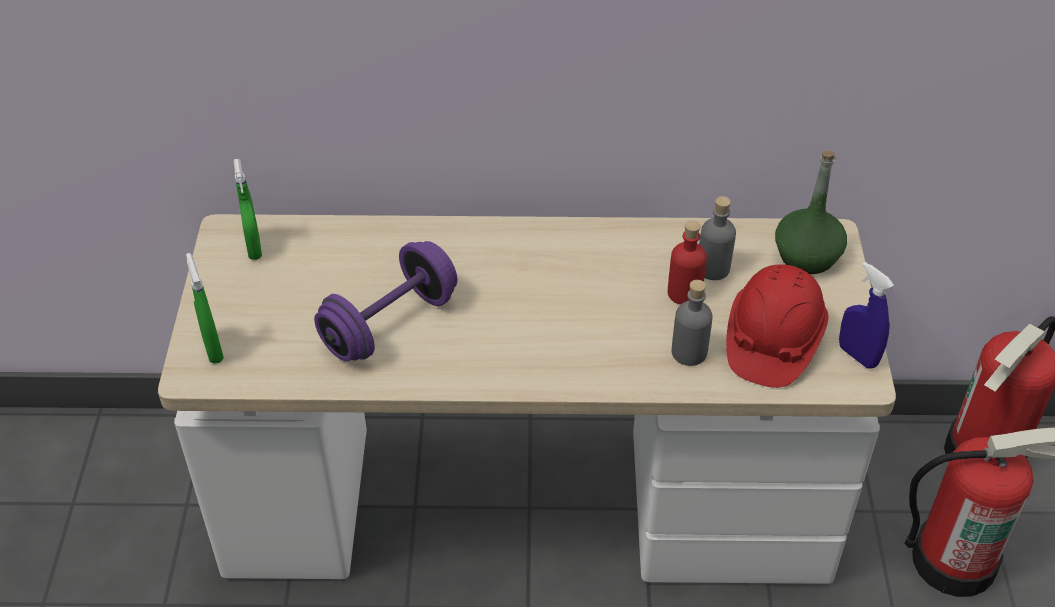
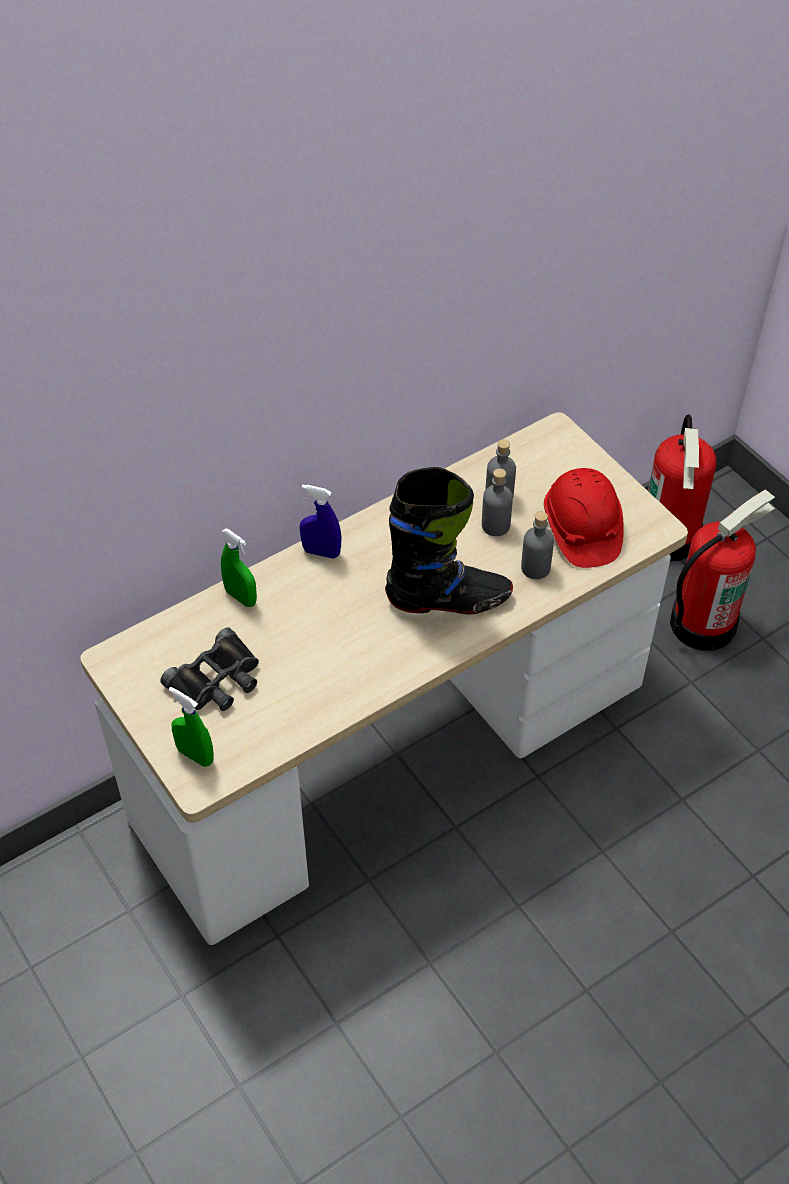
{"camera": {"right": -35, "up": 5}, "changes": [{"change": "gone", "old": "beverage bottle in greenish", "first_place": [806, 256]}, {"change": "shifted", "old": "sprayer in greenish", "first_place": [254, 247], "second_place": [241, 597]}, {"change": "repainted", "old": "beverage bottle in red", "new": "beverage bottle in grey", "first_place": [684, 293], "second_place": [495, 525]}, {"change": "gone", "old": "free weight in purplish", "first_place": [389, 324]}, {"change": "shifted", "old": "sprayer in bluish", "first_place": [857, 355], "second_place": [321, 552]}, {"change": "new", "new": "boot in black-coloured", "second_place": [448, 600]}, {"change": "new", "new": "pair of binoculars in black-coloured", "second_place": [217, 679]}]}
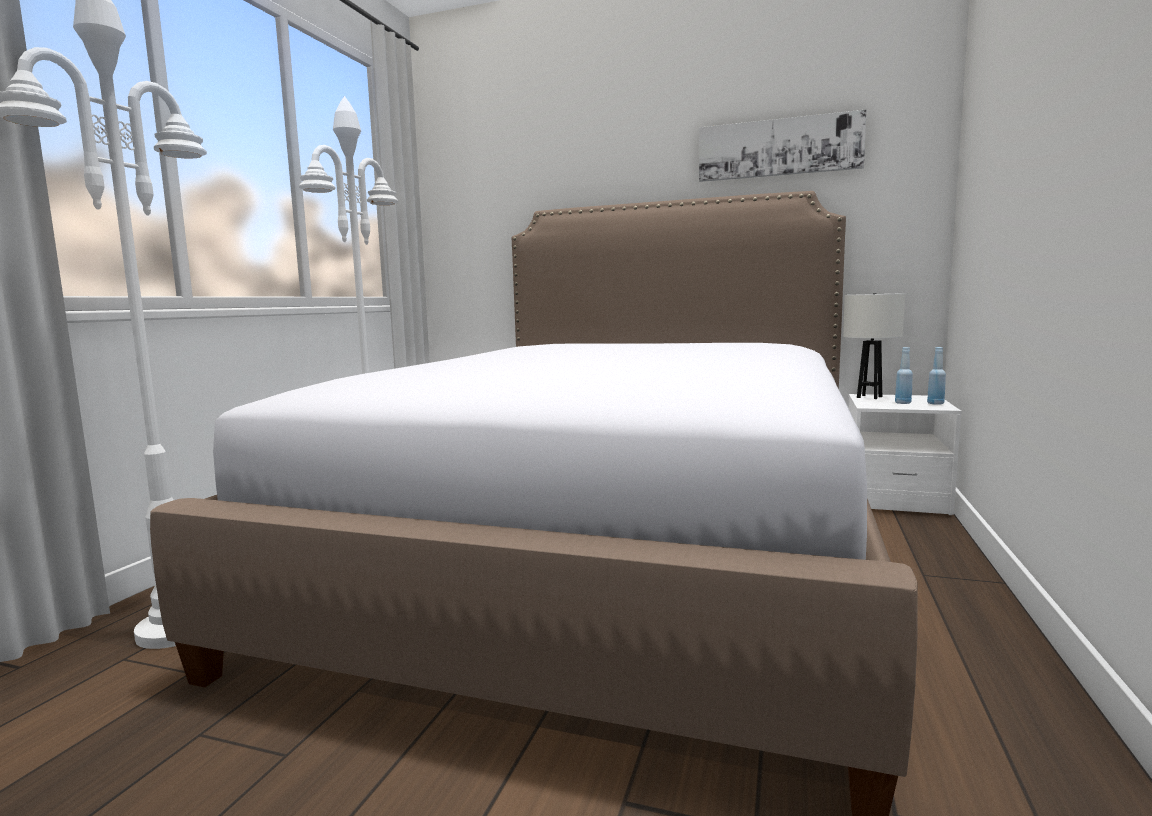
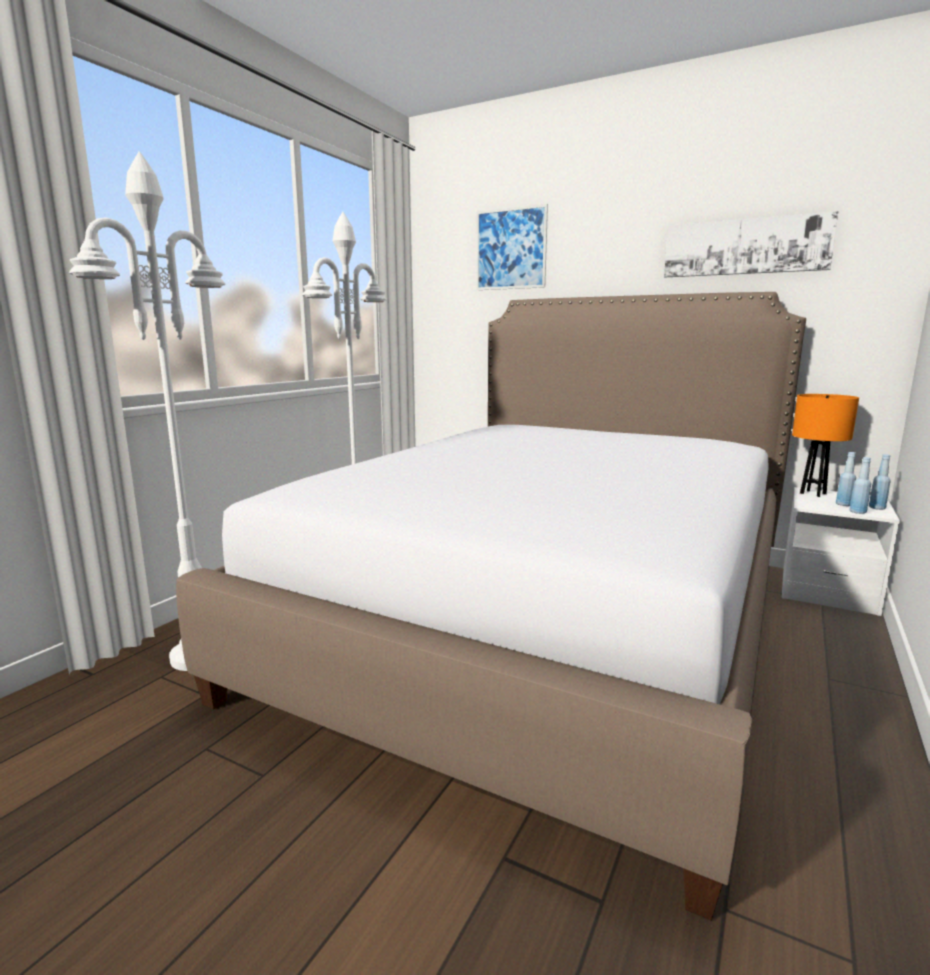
{"camera": {"right": 10, "up": 5}, "changes": [{"change": "repainted", "old": "table lamp in white", "new": "table lamp in orange", "first_place": [869, 397], "second_place": [813, 493]}, {"change": "new", "new": "picture", "second_place": [510, 249]}, {"change": "new", "new": "beverage bottle in bluish", "second_place": [857, 512]}]}
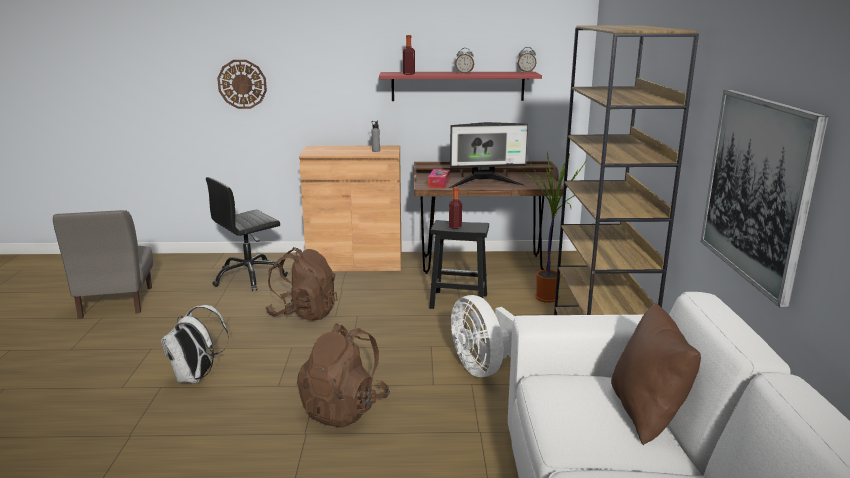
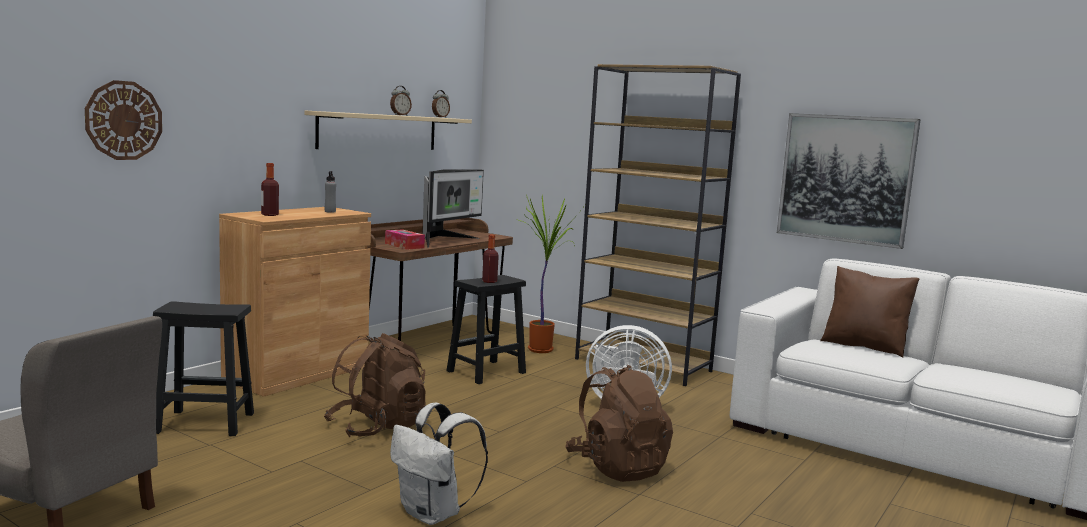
{"camera": {"right": -55, "up": -10}, "changes": [{"change": "shifted", "old": "beverage bottle", "first_place": [409, 74], "second_place": [270, 215]}, {"change": "repainted", "old": "wall shelf in red", "new": "wall shelf in beige", "first_place": [458, 86], "second_place": [379, 131]}, {"change": "swapped", "old": "desk chair in black-coloured", "new": "sitting stool in black-coloured", "first_place": [249, 277], "second_place": [203, 423]}]}
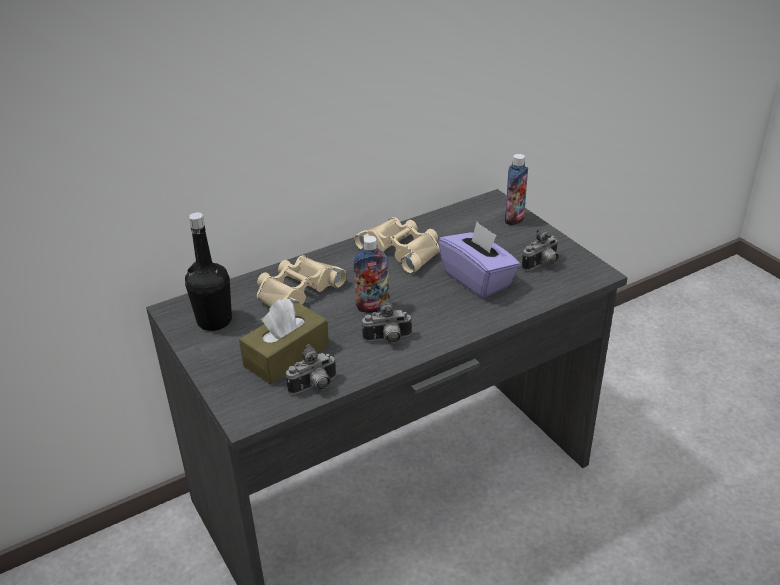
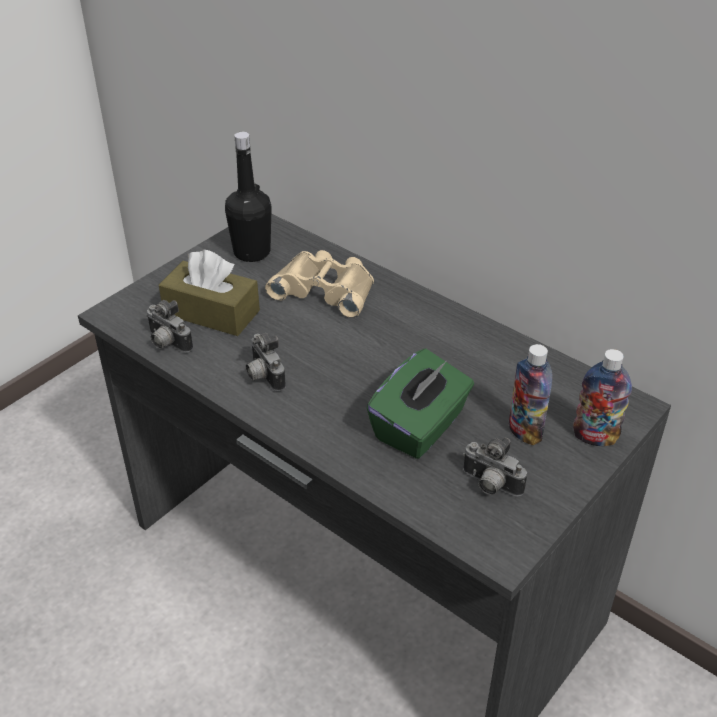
{"camera": {"right": 70, "up": 5}, "changes": [{"change": "gone", "old": "pair of binoculars in beige", "first_place": [402, 250]}, {"change": "repainted", "old": "tissue holder in purplish", "new": "tissue holder in greenish", "first_place": [478, 279], "second_place": [420, 427]}, {"change": "shifted", "old": "beverage bottle", "first_place": [372, 307], "second_place": [524, 431]}]}
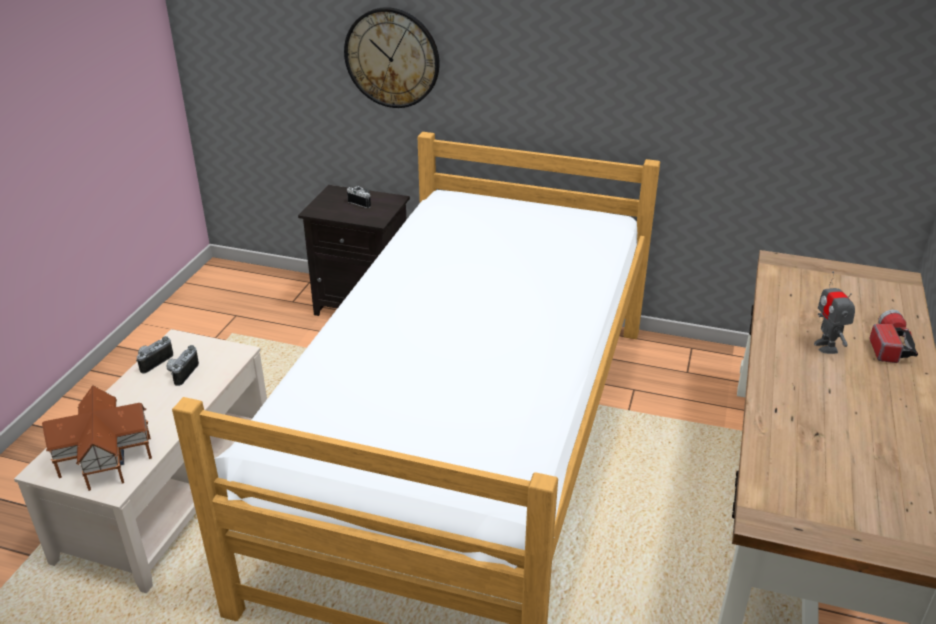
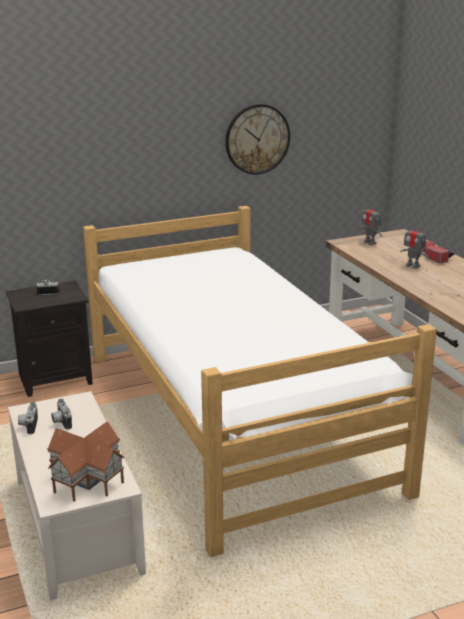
{"camera": {"right": -40, "up": -10}, "changes": [{"change": "shifted", "old": "hanging clock", "first_place": [392, 58], "second_place": [257, 139]}, {"change": "new", "new": "toy robot", "second_place": [370, 242]}]}
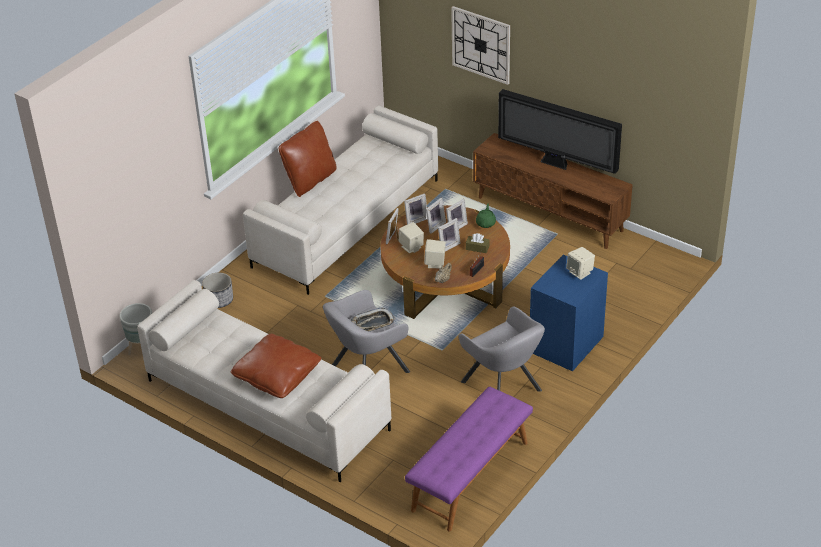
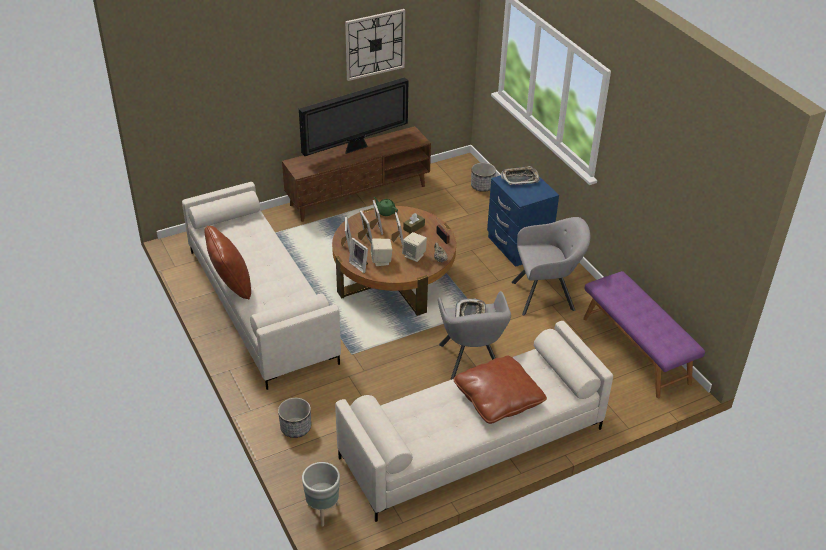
{"camera": {"right": -65, "up": 0}, "changes": [{"change": "shifted", "old": "hanging clock", "first_place": [481, 44], "second_place": [375, 44]}, {"change": "swapped", "old": "loudspeaker in beige", "new": "serving tray", "first_place": [580, 272], "second_place": [520, 178]}, {"change": "new", "new": "plant pot", "second_place": [482, 186]}]}
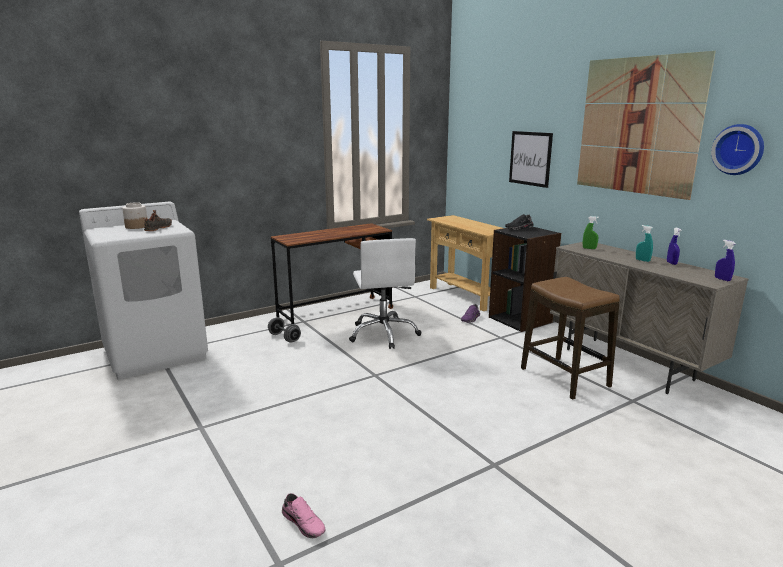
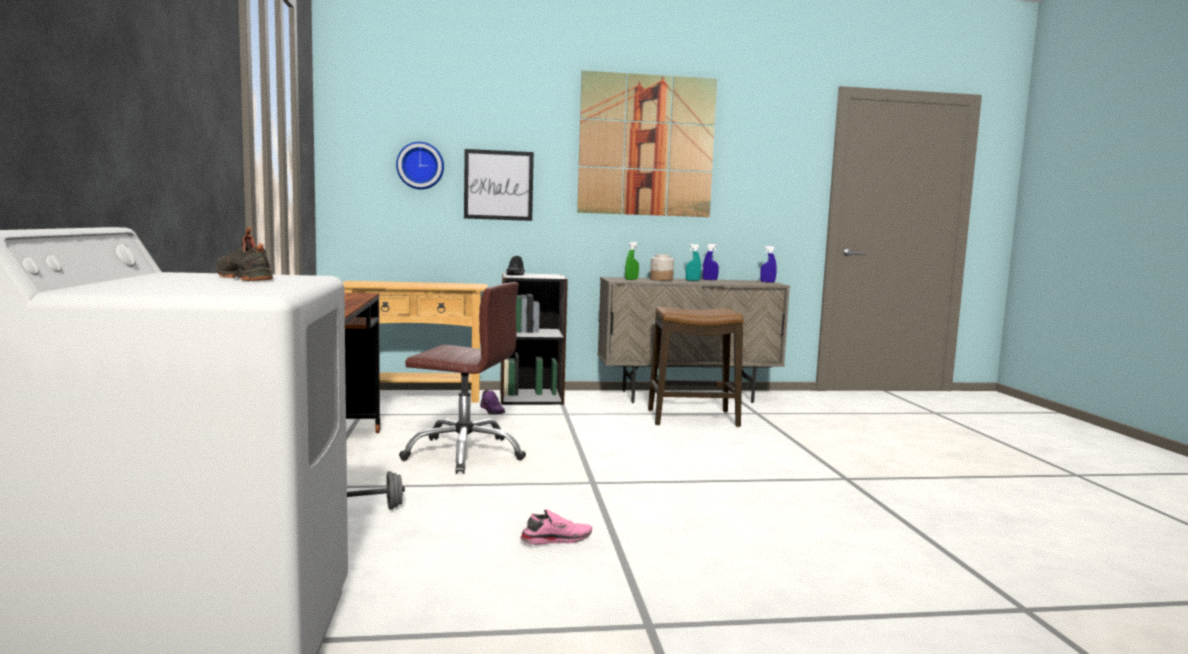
{"camera": {"right": -65, "up": -10}, "changes": [{"change": "shifted", "old": "hanging clock", "first_place": [739, 149], "second_place": [420, 165]}, {"change": "shifted", "old": "preserve jar", "first_place": [136, 226], "second_place": [661, 280]}, {"change": "repainted", "old": "desk chair in white", "new": "desk chair in brown-coloured", "first_place": [384, 334], "second_place": [464, 453]}, {"change": "shifted", "old": "low shoe in pink", "first_place": [304, 523], "second_place": [556, 539]}]}
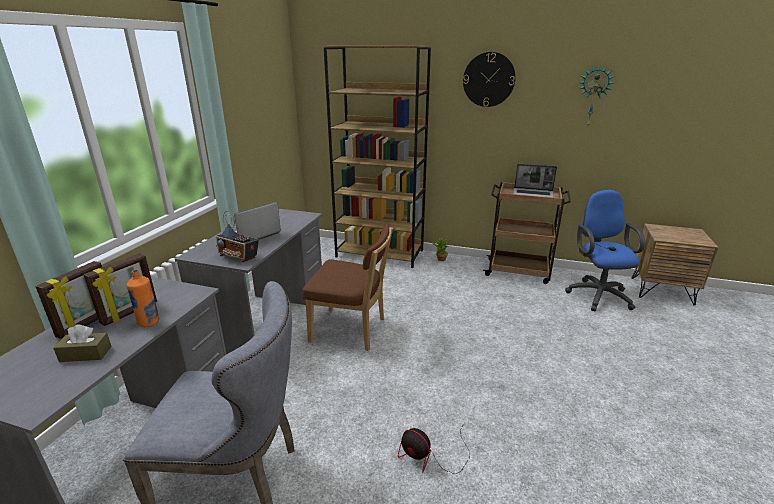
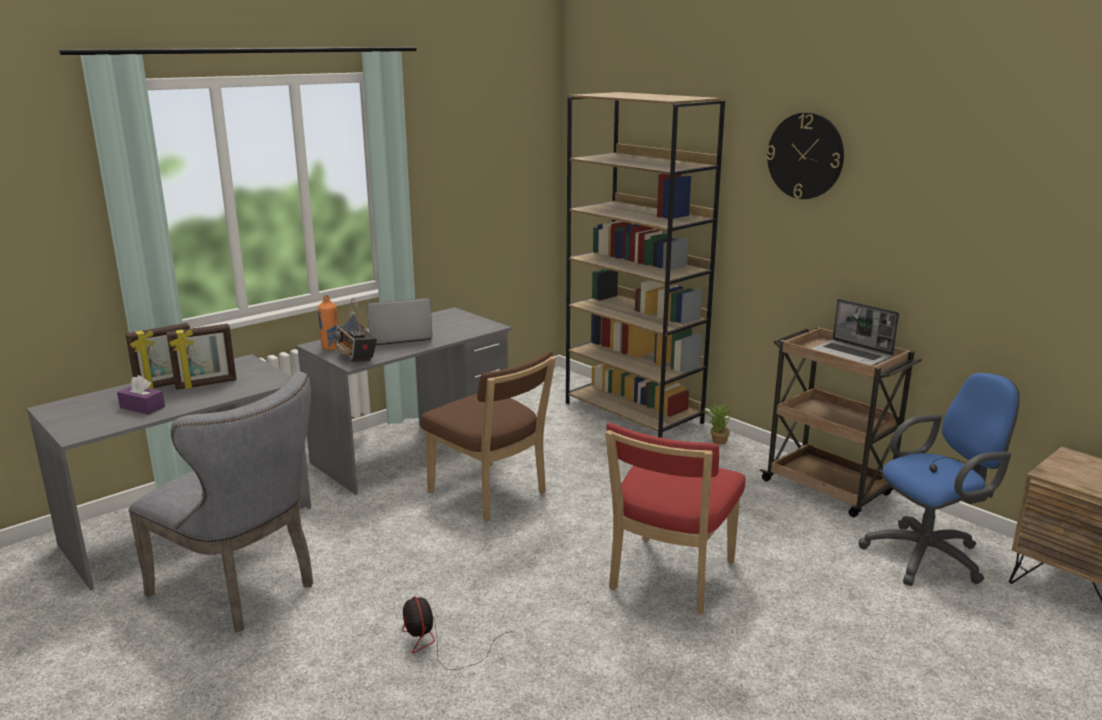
{"camera": {"right": 30, "up": -5}, "changes": [{"change": "gone", "old": "hanging clock", "first_place": [593, 96]}, {"change": "rotated", "old": "desk chair in bluish", "first_place": [597, 294], "second_place": [929, 556], "degrees": 45}, {"change": "shifted", "old": "beverage bottle in orange", "first_place": [149, 322], "second_place": [330, 347]}, {"change": "repainted", "old": "tissue holder in brown-coloured", "new": "tissue holder in purplish", "first_place": [86, 354], "second_place": [142, 407]}, {"change": "new", "new": "plain chair in red", "second_place": [669, 579]}]}
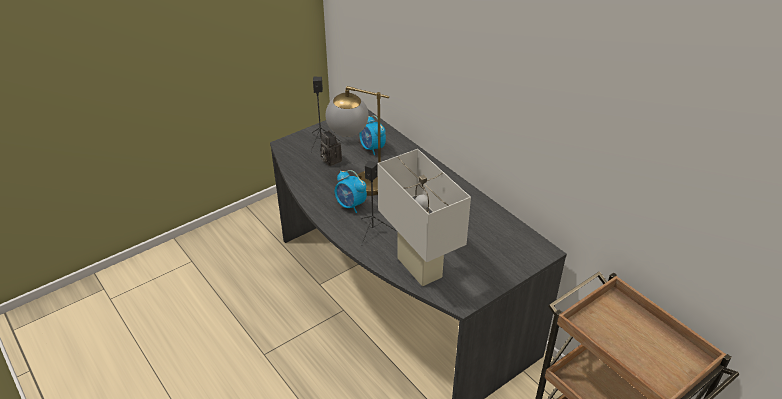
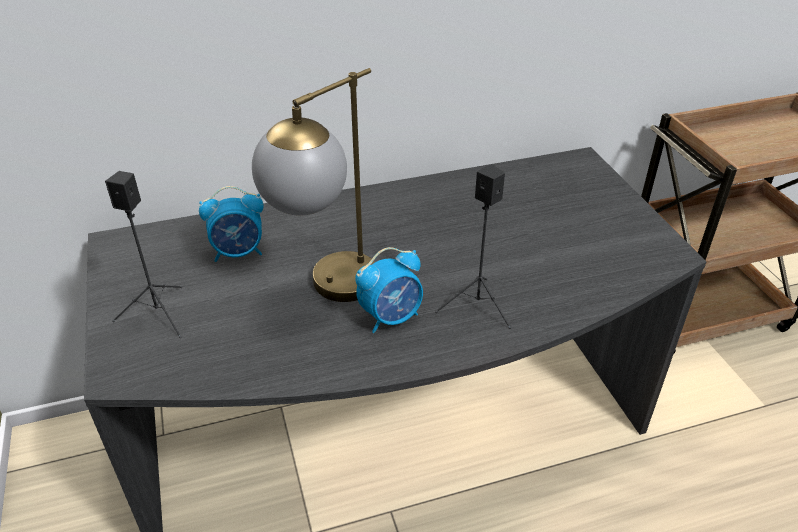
{"camera": {"right": -70, "up": 0}, "changes": [{"change": "gone", "old": "photo camera", "first_place": [330, 160]}, {"change": "gone", "old": "table lamp in white", "first_place": [419, 267]}]}
